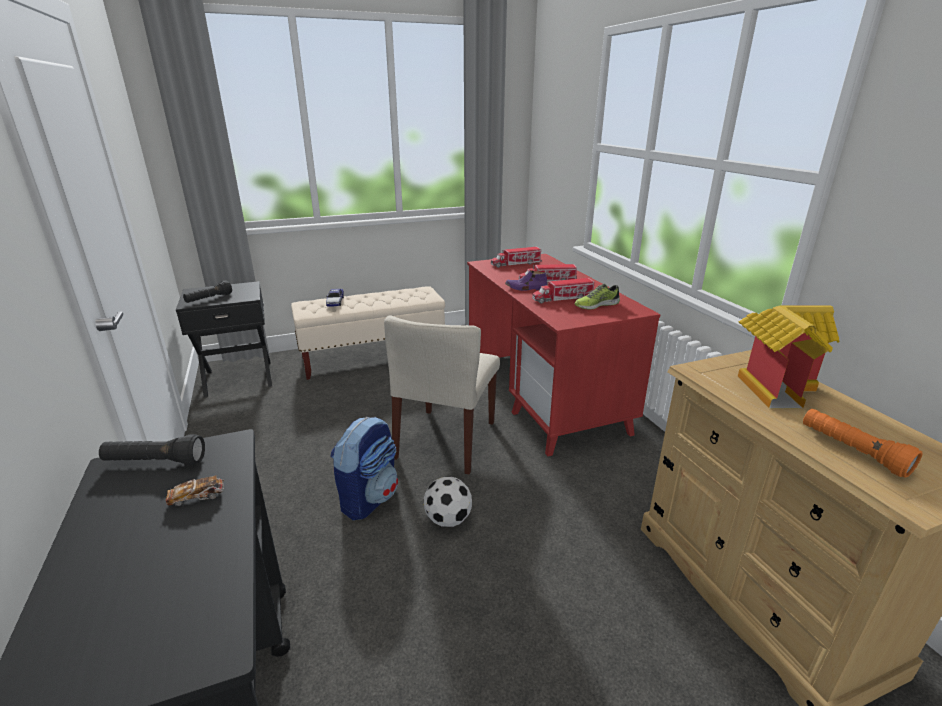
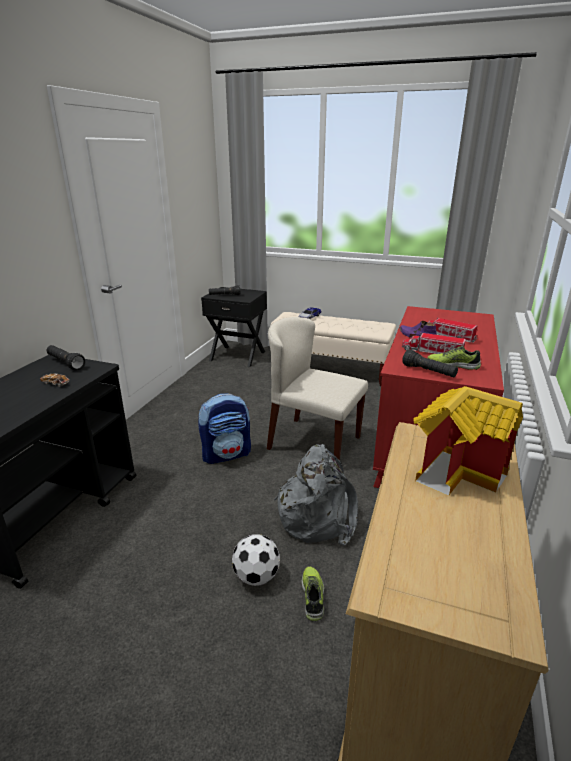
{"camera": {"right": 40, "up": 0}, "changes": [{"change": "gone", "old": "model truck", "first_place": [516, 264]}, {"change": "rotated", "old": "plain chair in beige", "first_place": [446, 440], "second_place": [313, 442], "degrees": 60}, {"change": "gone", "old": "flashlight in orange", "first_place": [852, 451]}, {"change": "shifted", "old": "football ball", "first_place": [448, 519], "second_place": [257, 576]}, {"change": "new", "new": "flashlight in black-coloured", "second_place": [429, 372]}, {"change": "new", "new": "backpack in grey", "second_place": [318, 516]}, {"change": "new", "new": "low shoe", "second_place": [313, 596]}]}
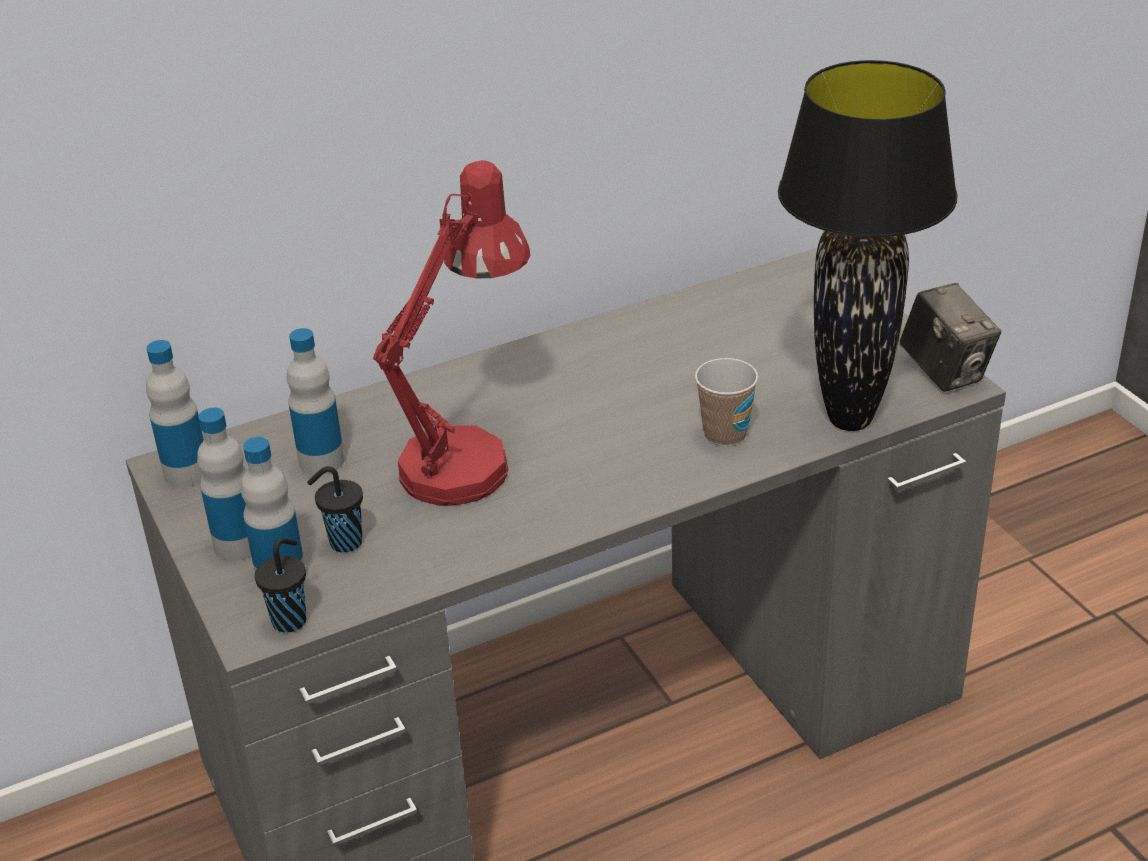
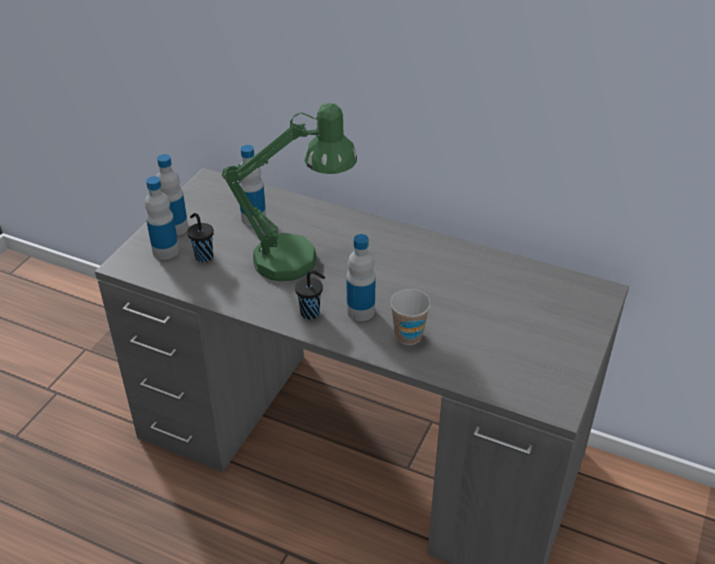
{"camera": {"right": 50, "up": 5}, "changes": [{"change": "gone", "old": "table lamp in black-coloured", "first_place": [848, 419]}, {"change": "repainted", "old": "table lamp in red", "new": "table lamp in greenish", "first_place": [468, 458], "second_place": [299, 259]}, {"change": "gone", "old": "photo camera", "first_place": [945, 372]}, {"change": "shifted", "old": "beverage bottle", "first_place": [186, 472], "second_place": [360, 311]}, {"change": "shifted", "old": "small cup in black-coloured", "first_place": [291, 620], "second_place": [311, 313]}]}
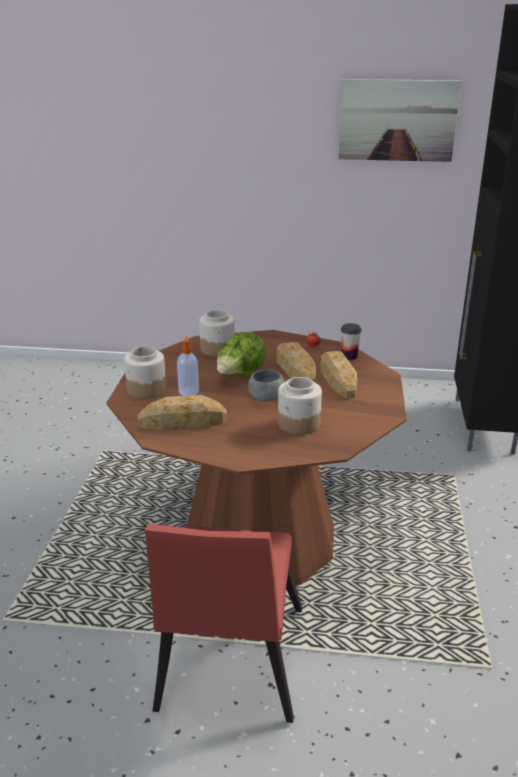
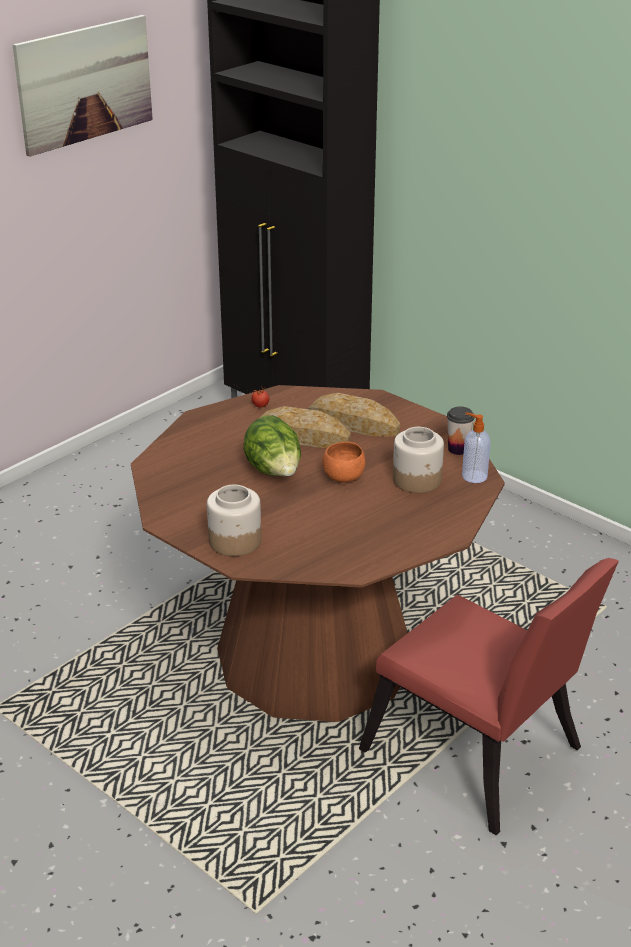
{"camera": {"right": -55, "up": 5}, "changes": [{"change": "gone", "old": "preserve jar", "first_place": [218, 349]}, {"change": "shifted", "old": "small cup", "first_place": [349, 356], "second_place": [458, 449]}, {"change": "shifted", "old": "liquid soap bottle", "first_place": [188, 391], "second_place": [473, 476]}, {"change": "repainted", "old": "bowl in grey", "new": "bowl in orange", "first_place": [266, 398], "second_place": [343, 477]}, {"change": "gone", "old": "bakery bread", "first_place": [182, 421]}]}
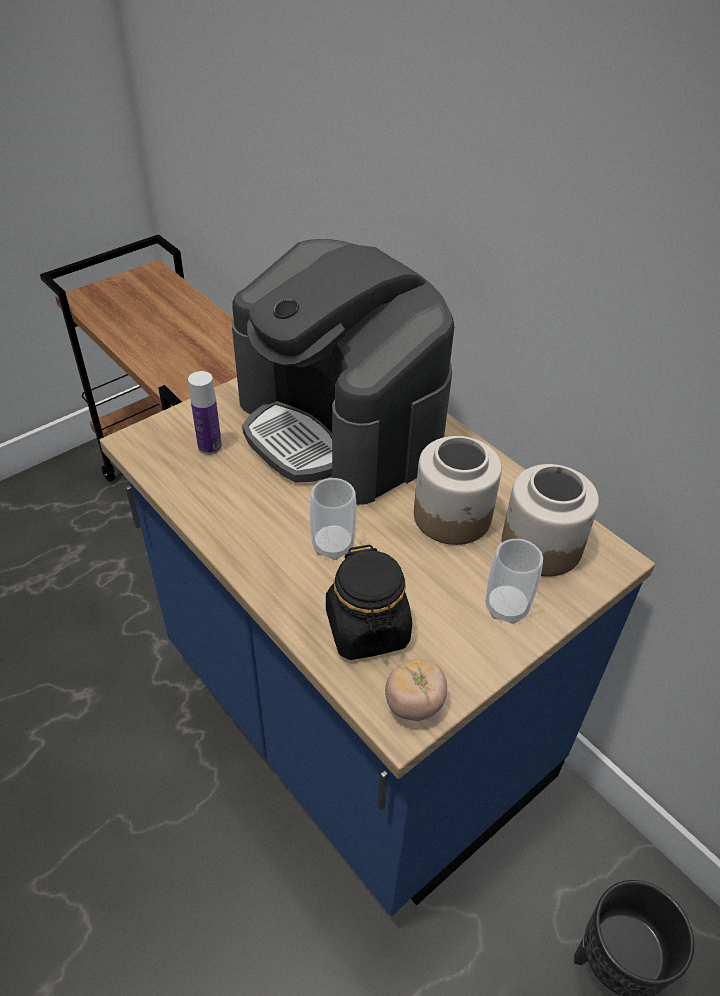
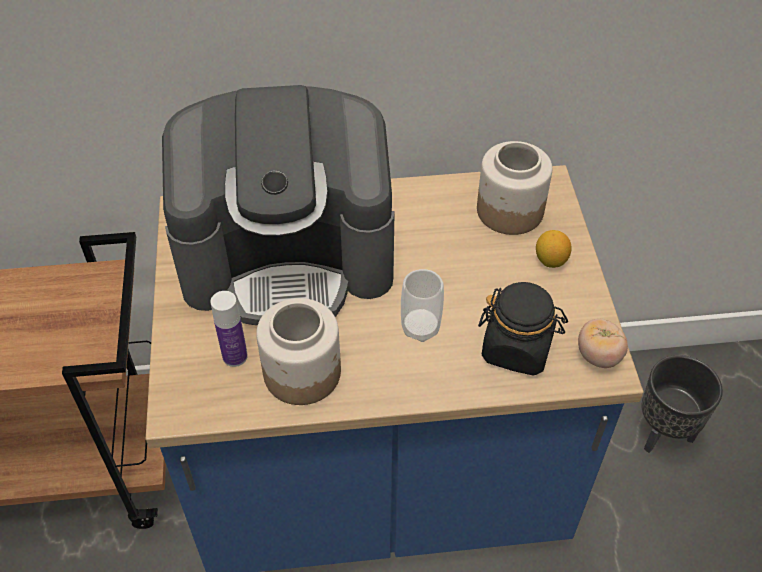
{"camera": {"right": -55, "up": 5}, "changes": [{"change": "shifted", "old": "preserve jar", "first_place": [453, 517], "second_place": [303, 372]}, {"change": "swapped", "old": "small cup", "new": "citrus fruit", "first_place": [506, 607], "second_place": [550, 261]}]}
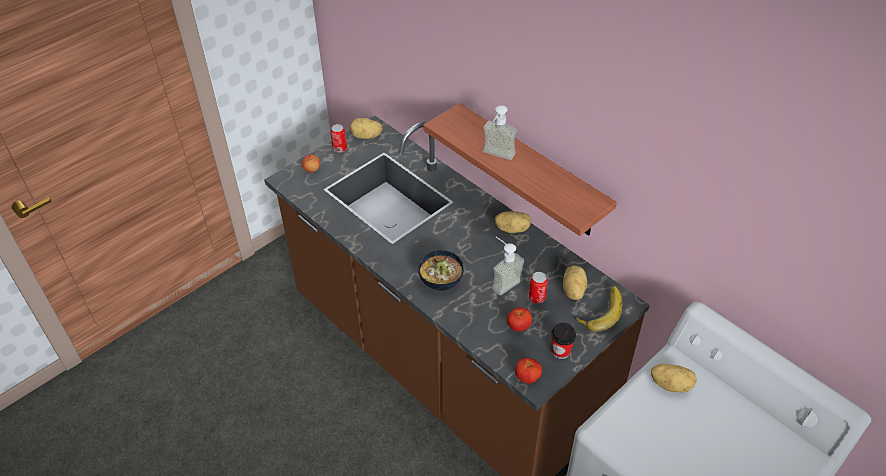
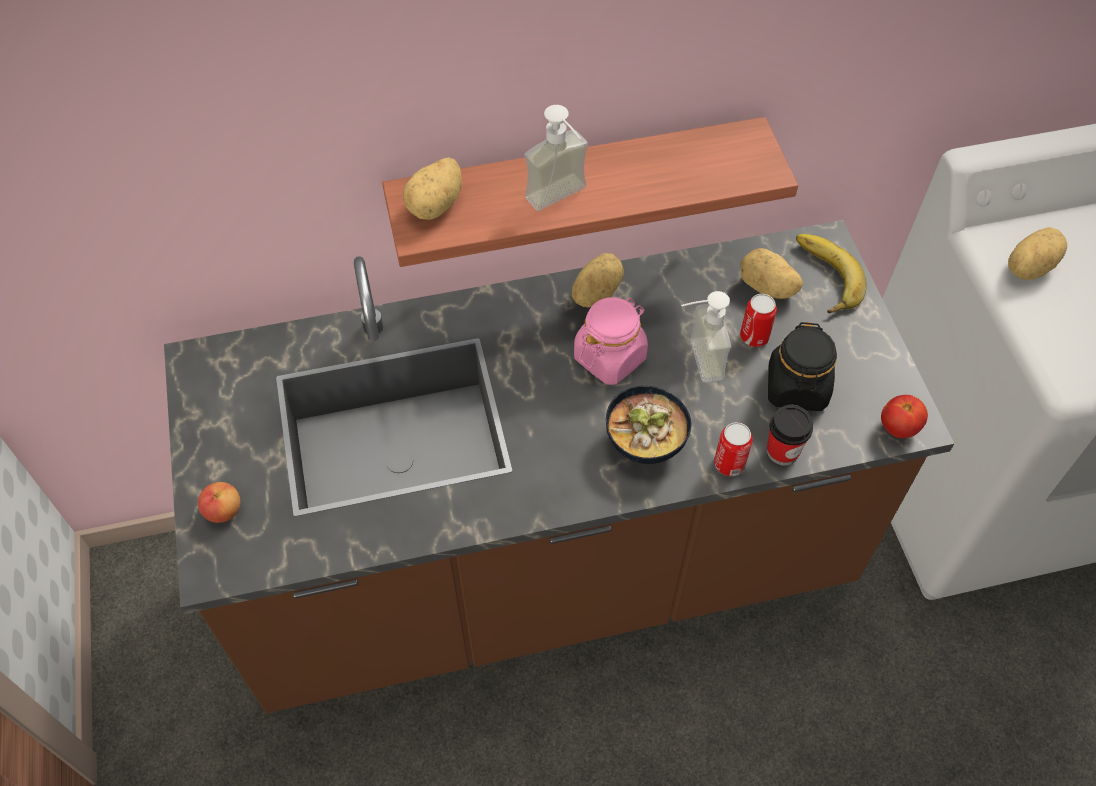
{"camera": {"right": -60, "up": 10}, "changes": [{"change": "shifted", "old": "whole potato", "first_place": [366, 136], "second_place": [437, 205]}, {"change": "shifted", "old": "sealed can", "first_place": [340, 148], "second_place": [729, 464]}, {"change": "swapped", "old": "tomato", "new": "preserve jar in black-coloured", "first_place": [518, 326], "second_place": [797, 388]}, {"change": "shifted", "old": "small cup", "first_place": [560, 351], "second_place": [782, 451]}, {"change": "new", "new": "preserve jar in pink", "second_place": [610, 357]}]}
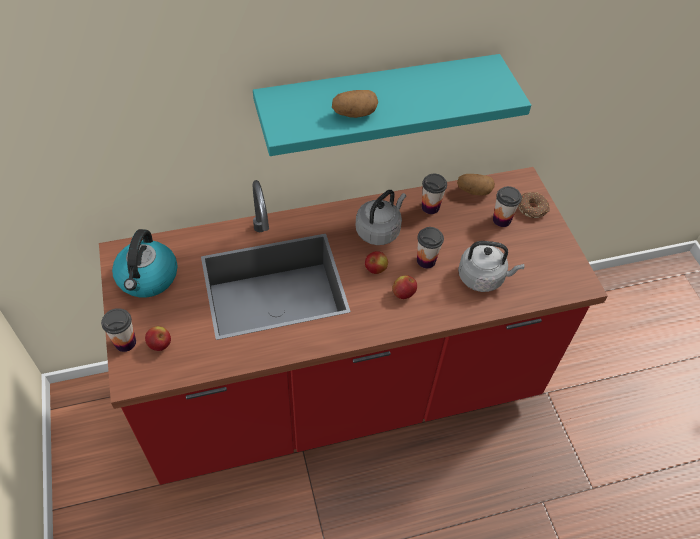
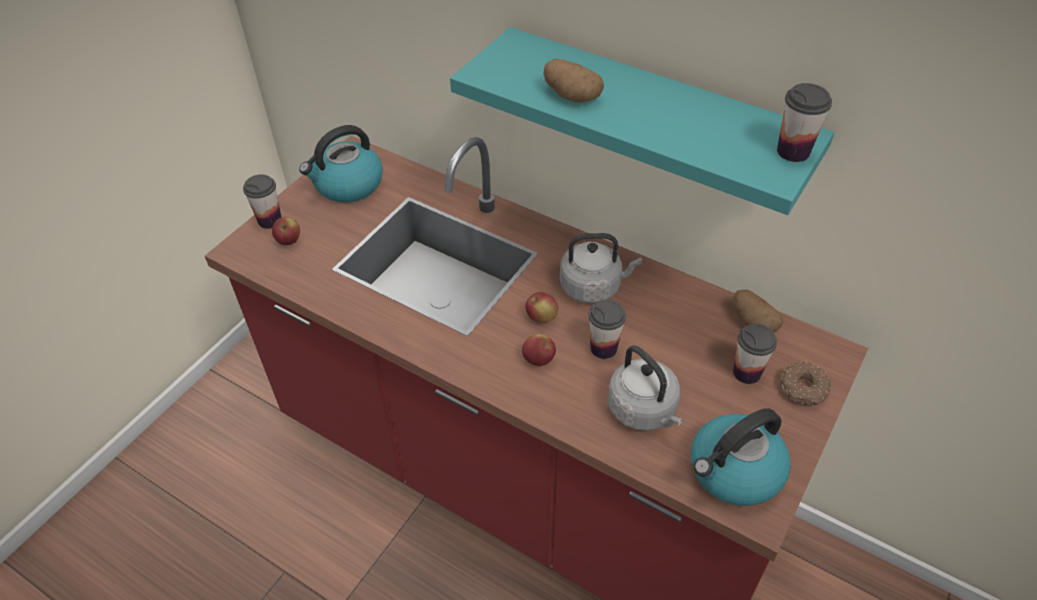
{"camera": {"right": 50, "up": -5}, "changes": [{"change": "shifted", "old": "small cup", "first_place": [430, 207], "second_place": [793, 151]}, {"change": "new", "new": "water kettle", "second_place": [734, 472]}]}
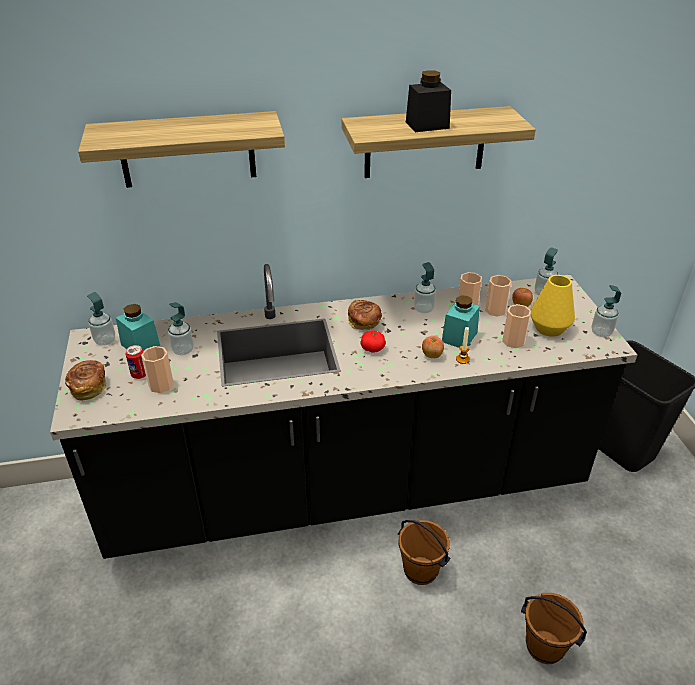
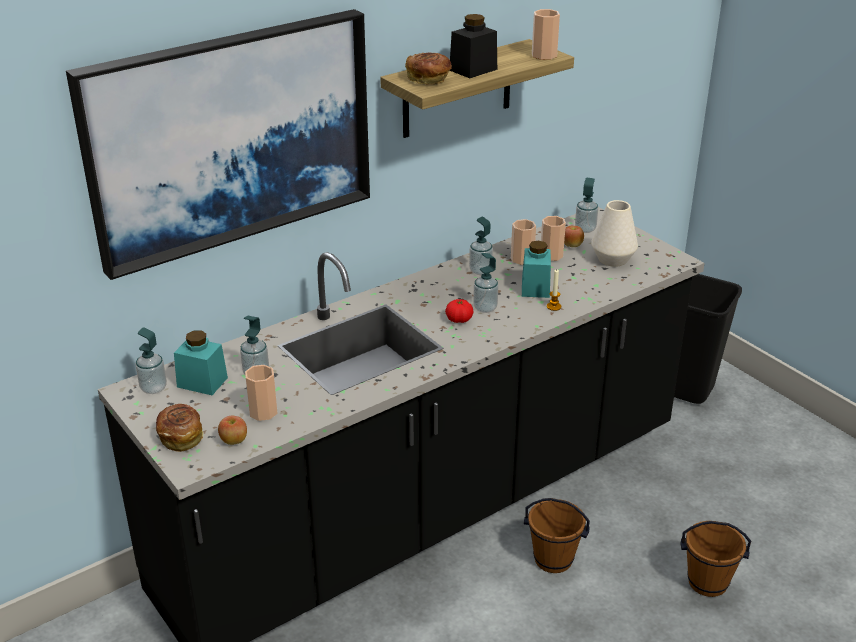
{"camera": {"right": -25, "up": -5}, "changes": [{"change": "swapped", "old": "wall shelf", "new": "picture", "first_place": [187, 150], "second_place": [230, 138]}, {"change": "repainted", "old": "vase in yellowish", "new": "vase in white", "first_place": [549, 328], "second_place": [613, 259]}, {"change": "shifted", "old": "liquid soap bottle", "first_place": [601, 332], "second_place": [485, 308]}, {"change": "shifted", "old": "bakery bread", "first_place": [364, 323], "second_place": [428, 80]}, {"change": "shifted", "old": "small cup", "first_place": [513, 341], "second_place": [544, 55]}, {"change": "shifted", "old": "apple fruit", "first_place": [432, 356], "second_place": [234, 441]}, {"change": "gone", "old": "sealed can", "first_place": [139, 374]}]}
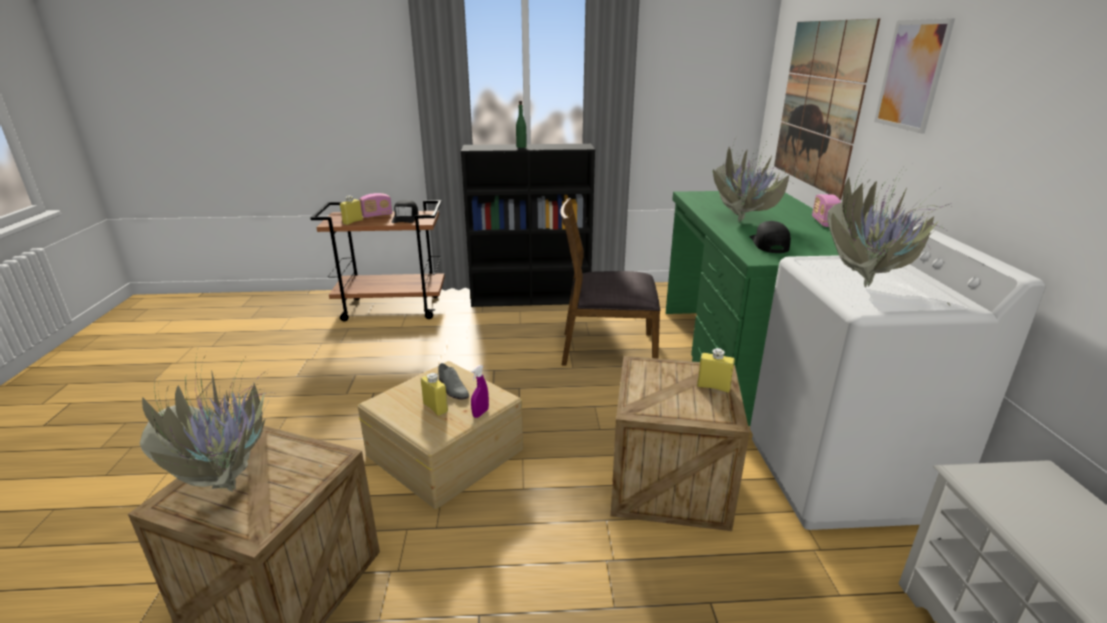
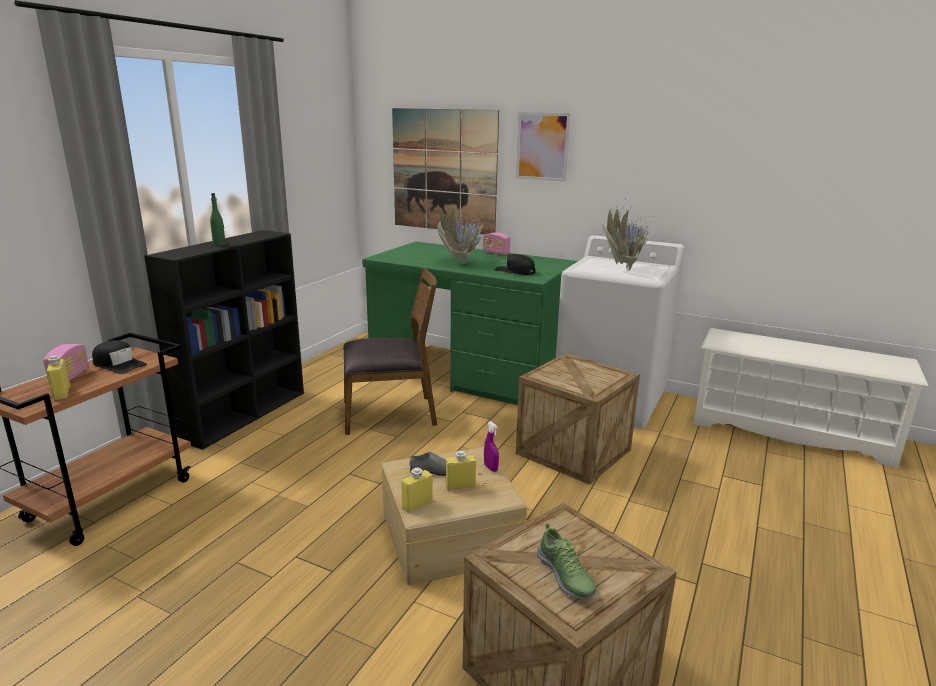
{"camera": {"right": -60, "up": -5}, "changes": [{"change": "rotated", "old": "plain chair in brown-coloured", "first_place": [607, 349], "second_place": [390, 413], "degrees": -135}, {"change": "shifted", "old": "beverage bottle in yellowish", "first_place": [713, 387], "second_place": [417, 504]}, {"change": "swapped", "old": "plant in a pot", "new": "low shoe", "first_place": [231, 482], "second_place": [565, 576]}]}
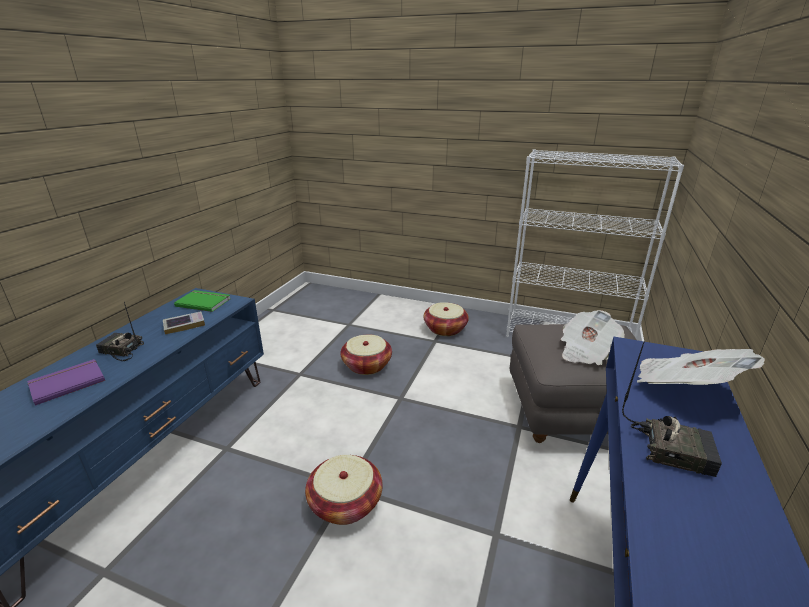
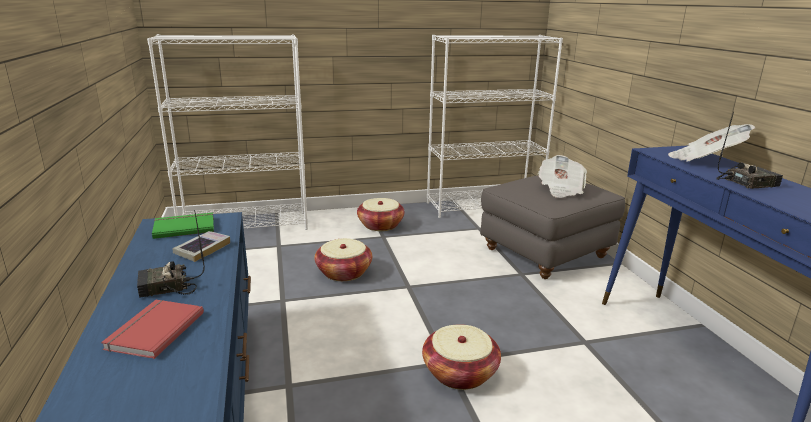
{"camera": {"right": -35, "up": -5}, "changes": [{"change": "repainted", "old": "volume in purplish", "new": "volume in red", "first_place": [67, 382], "second_place": [153, 330]}, {"change": "new", "new": "bookshelf in white", "second_place": [246, 225]}]}
